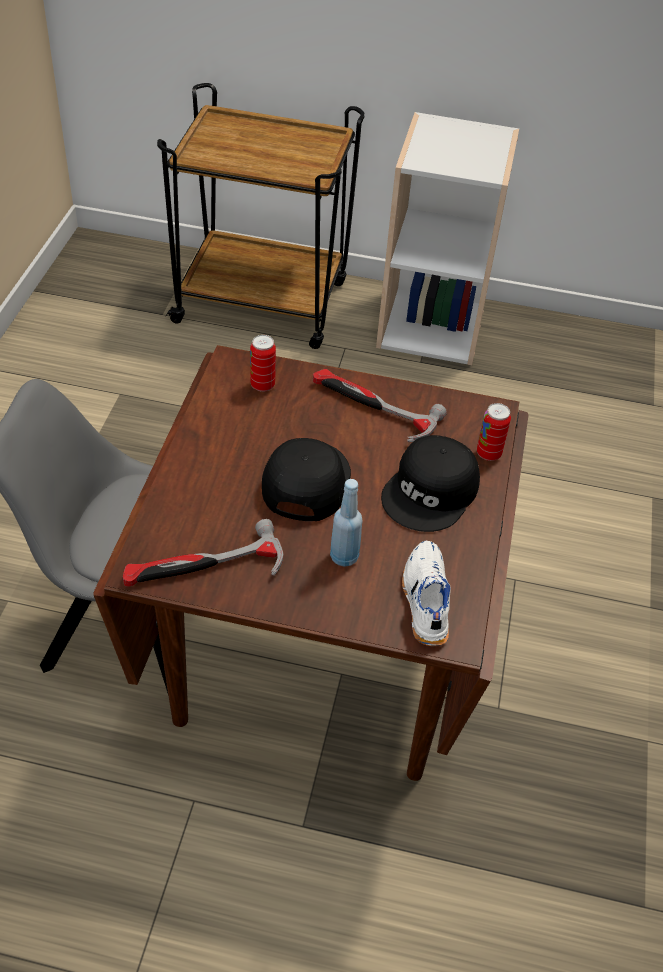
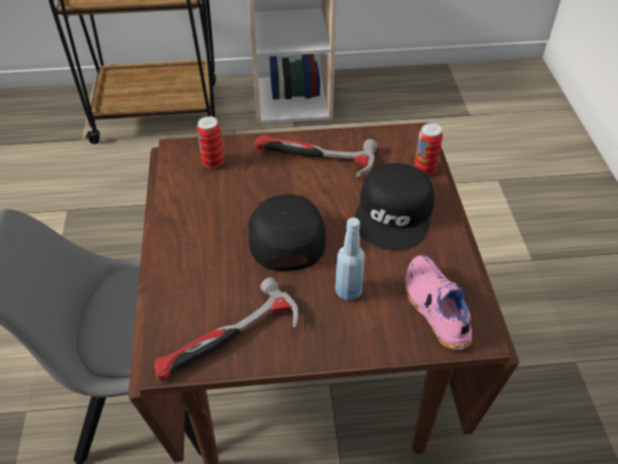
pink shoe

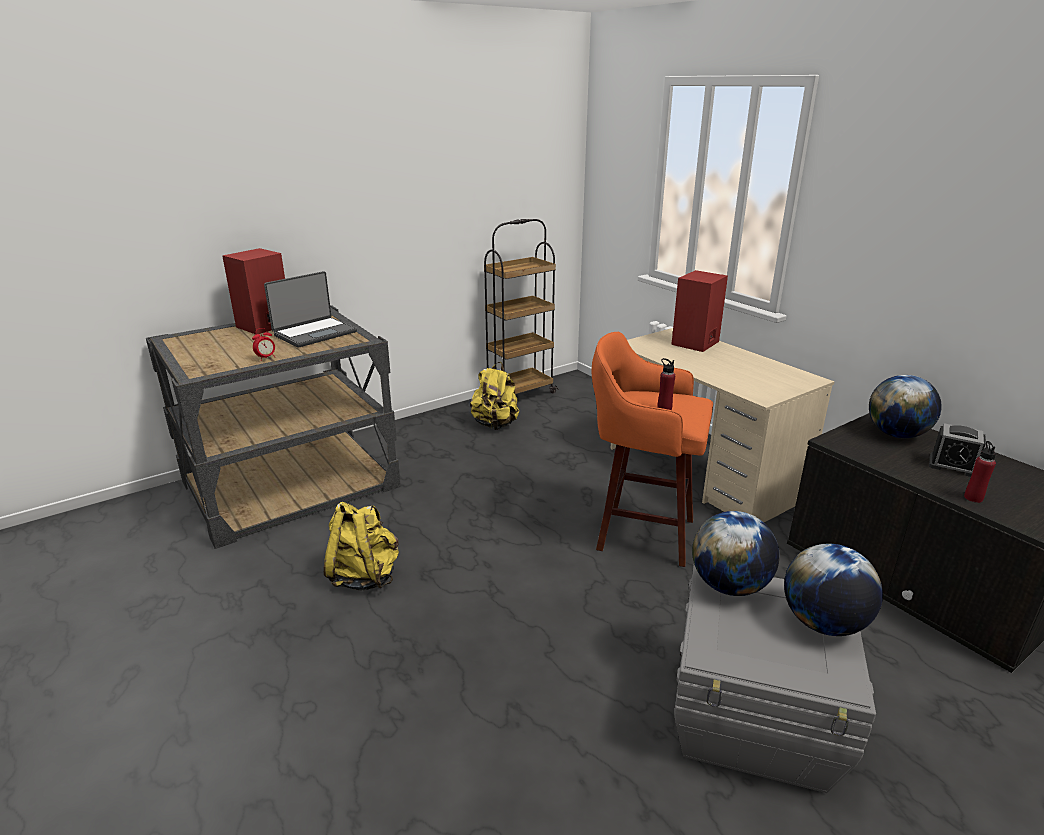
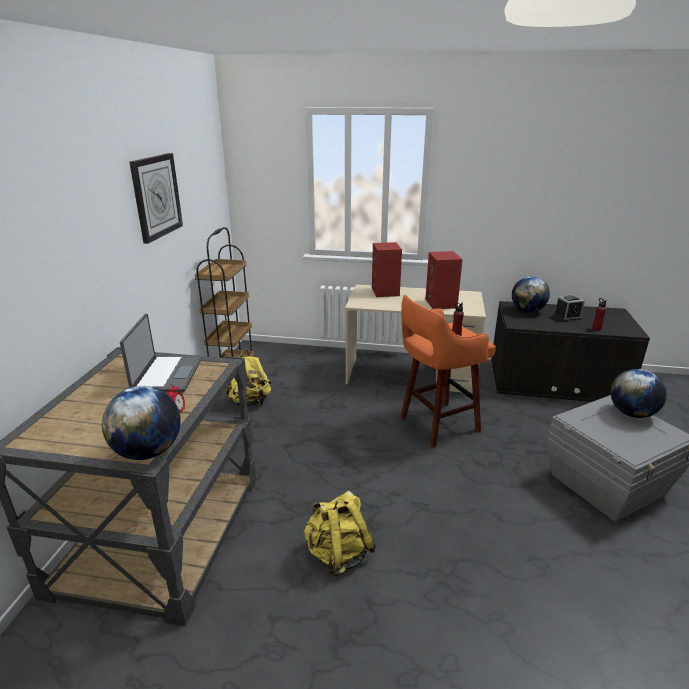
globe (no. 1 from left)
wall clock
red speaker (no. 2 from left)

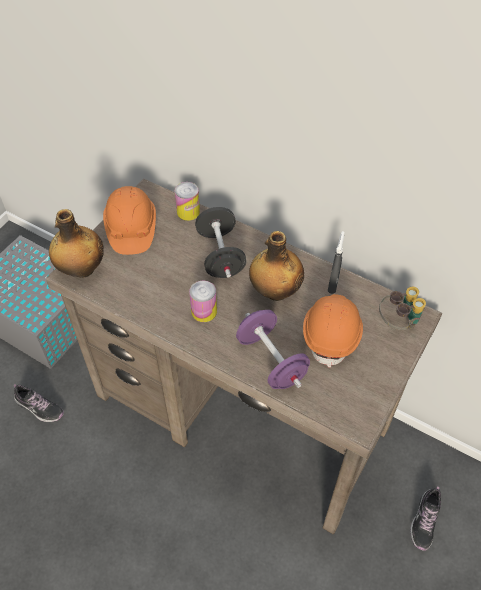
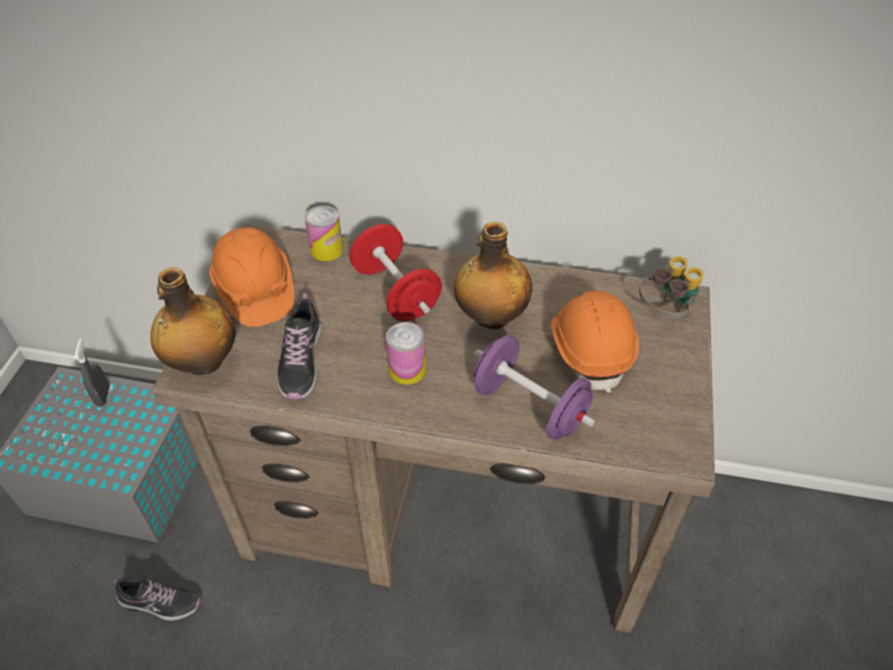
grey spray bottle
shoe (no. 2 from left)
red dumbbell

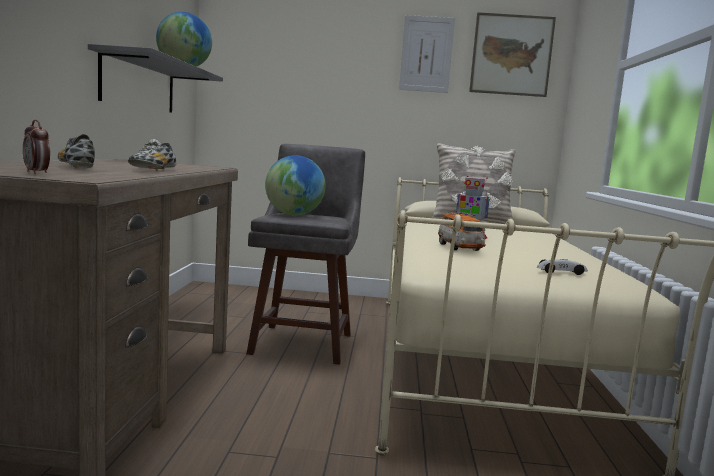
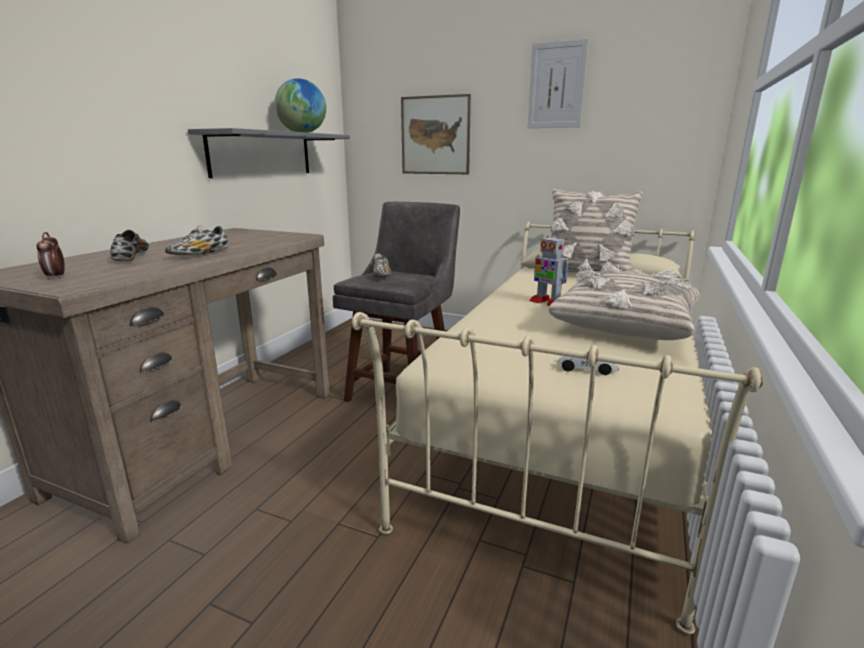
shoe (no. 3 from left)
picture (no. 1 from left)
beige pillow (no. 2 from left)
toy car (no. 1 from left in the first image)

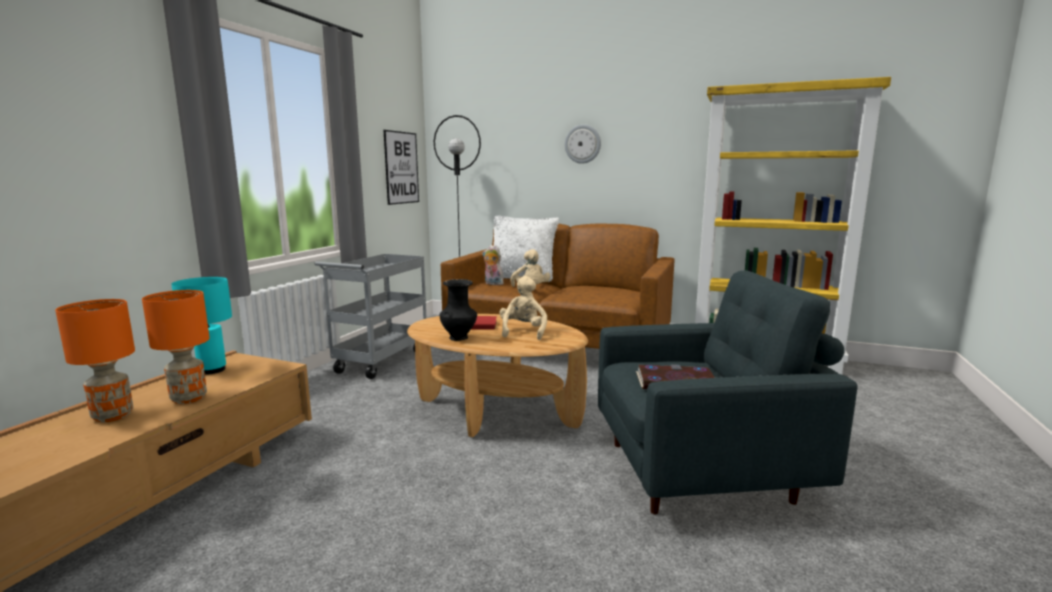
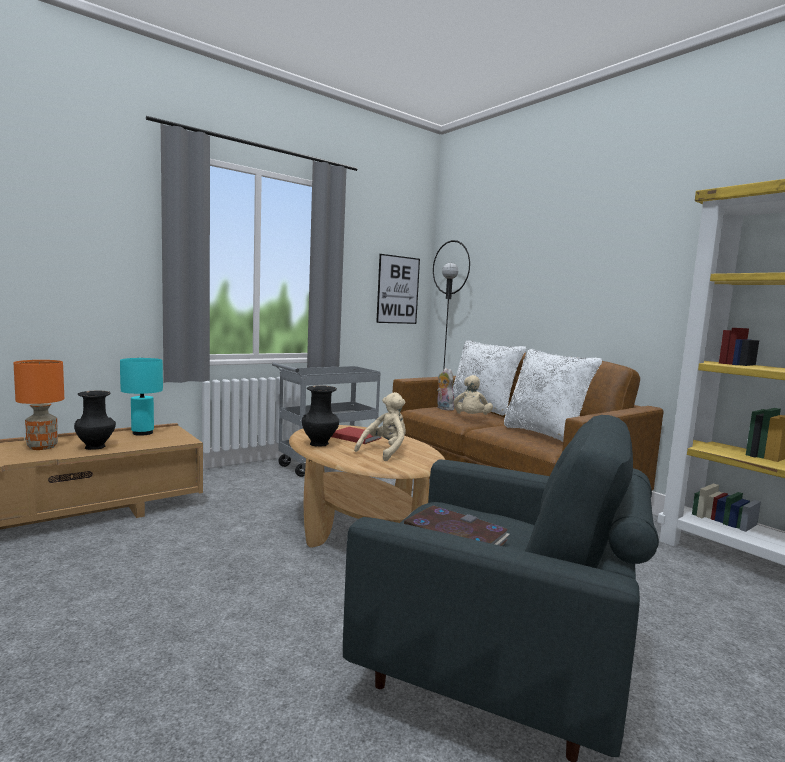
black vase (no. 1 from left)
white pillow (no. 2 from left)
wall clock

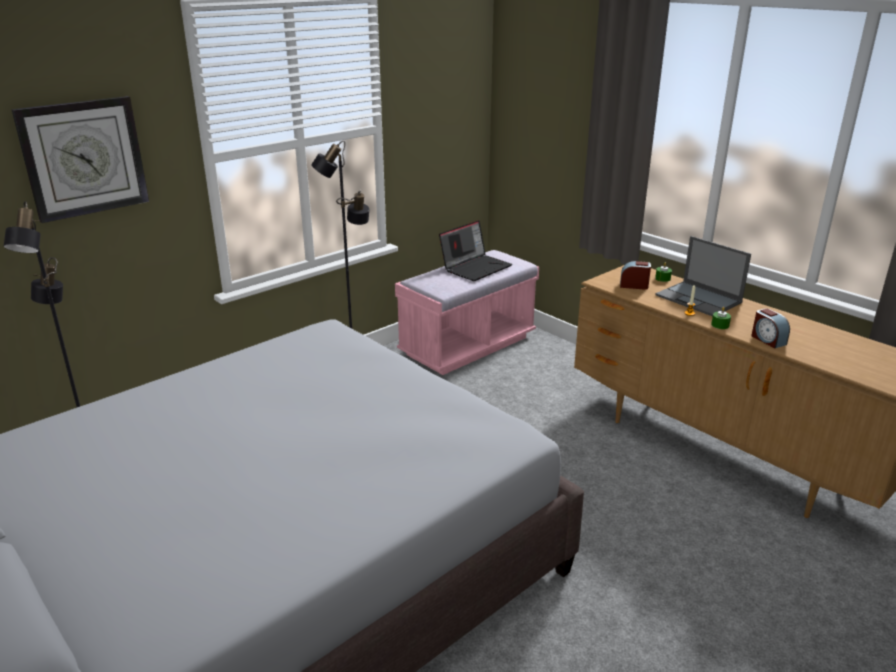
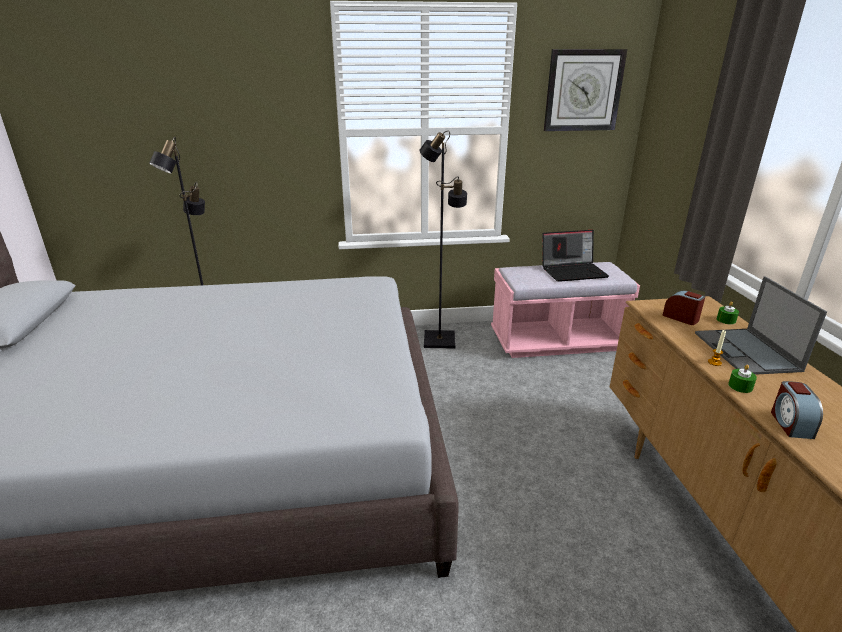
wall clock

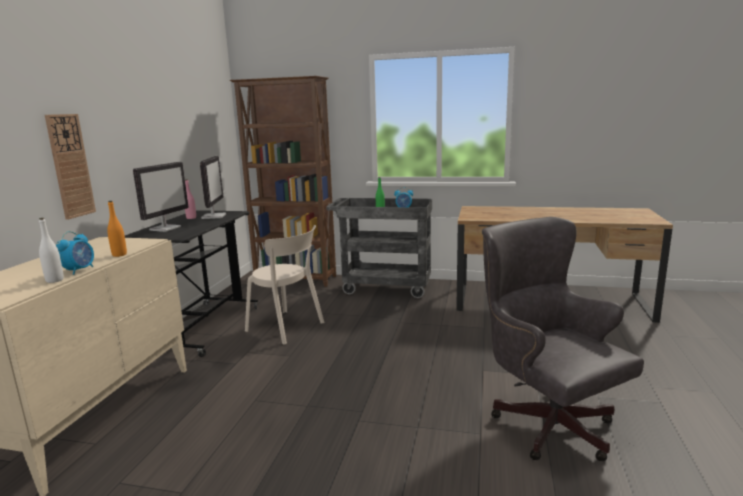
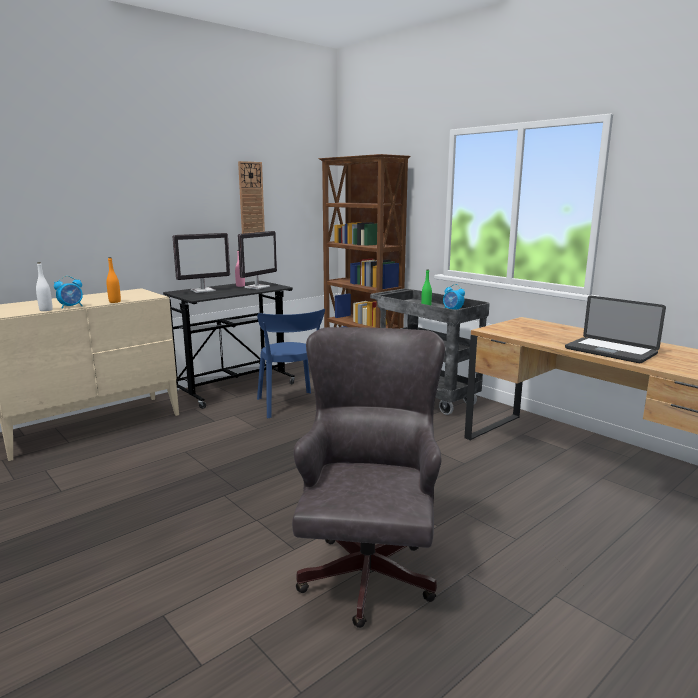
wall clock
blue chair
laptop

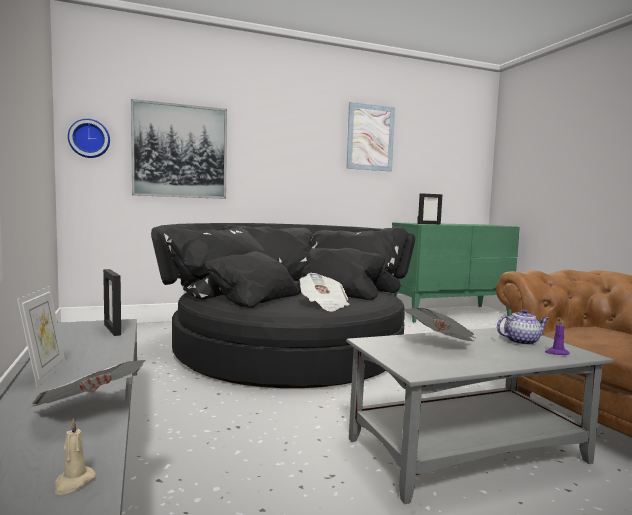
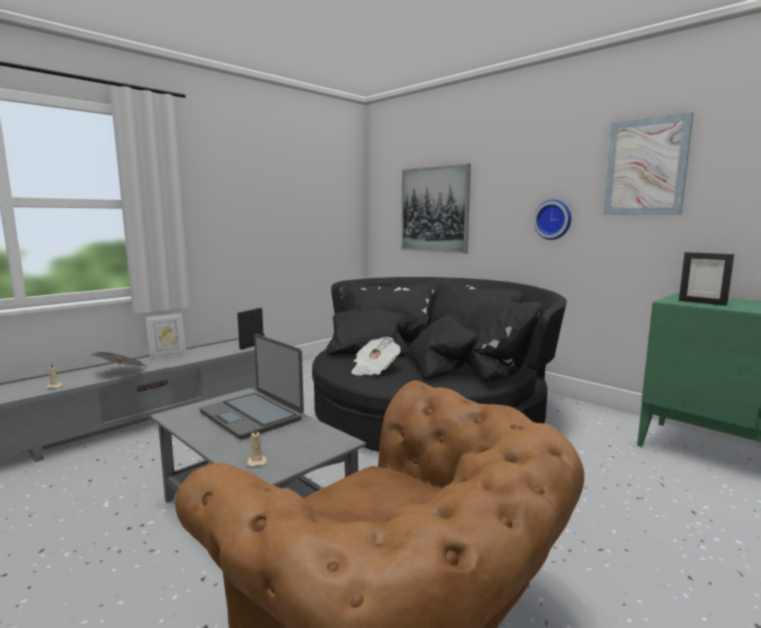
laptop
beige candle (no. 2 from left)
wall clock
teapot

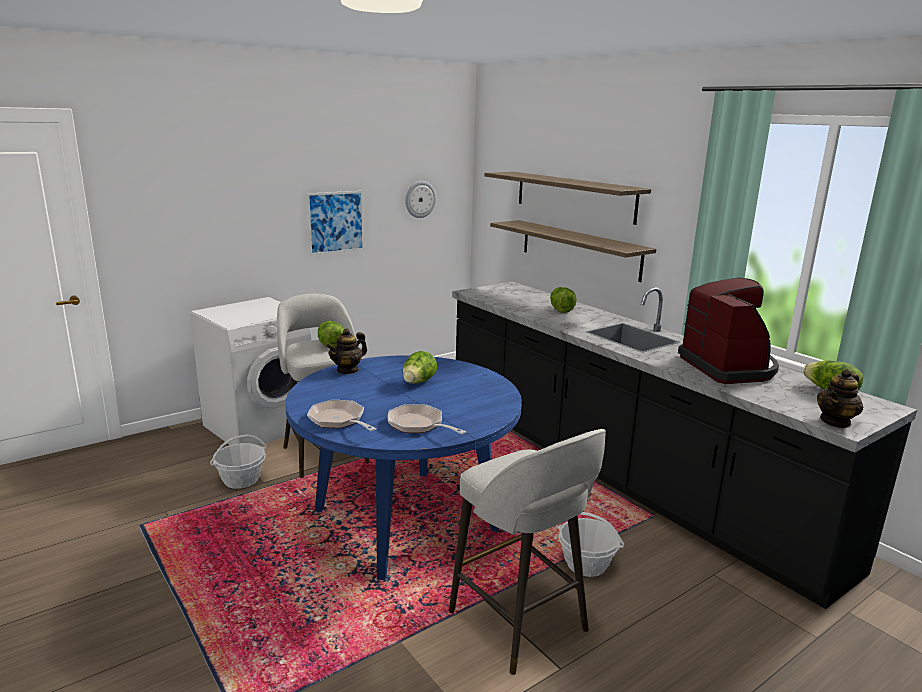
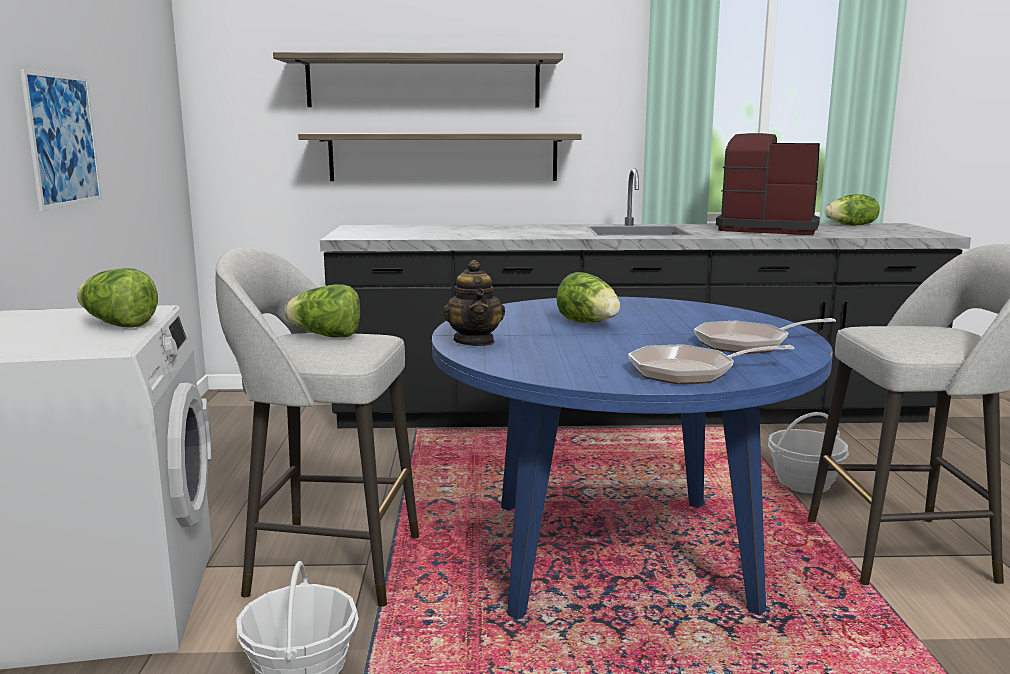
lettuce (no. 1 from left)
wall clock
teapot (no. 2 from left in the first image)

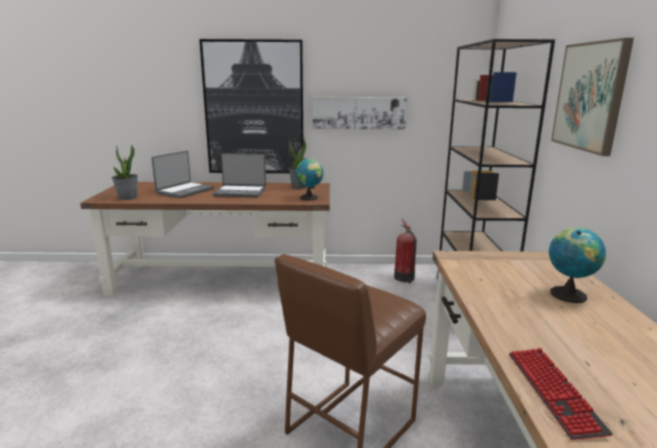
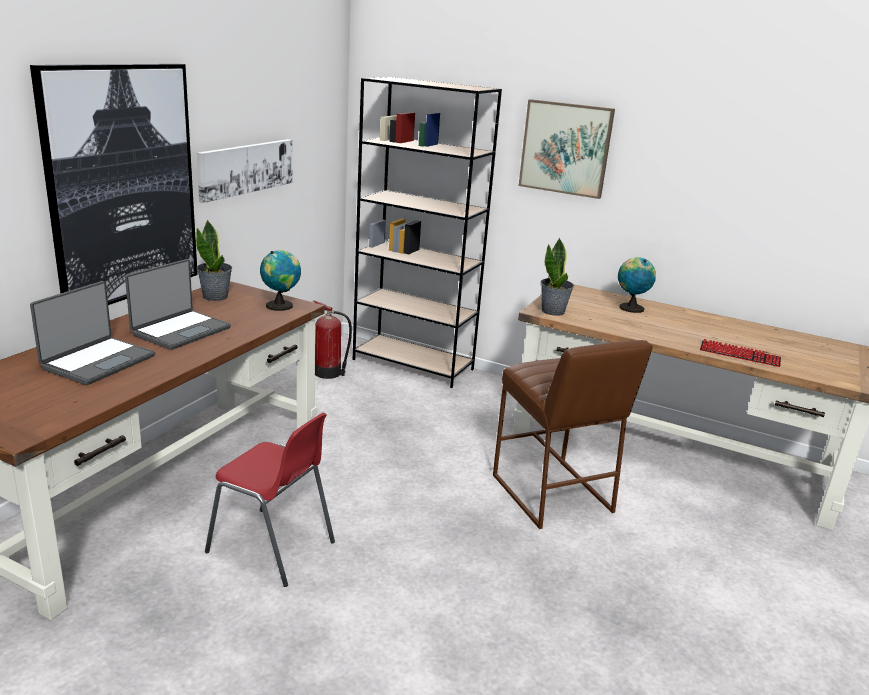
laptop (no. 1 from left)
red chair
potted plant (no. 2 from left)

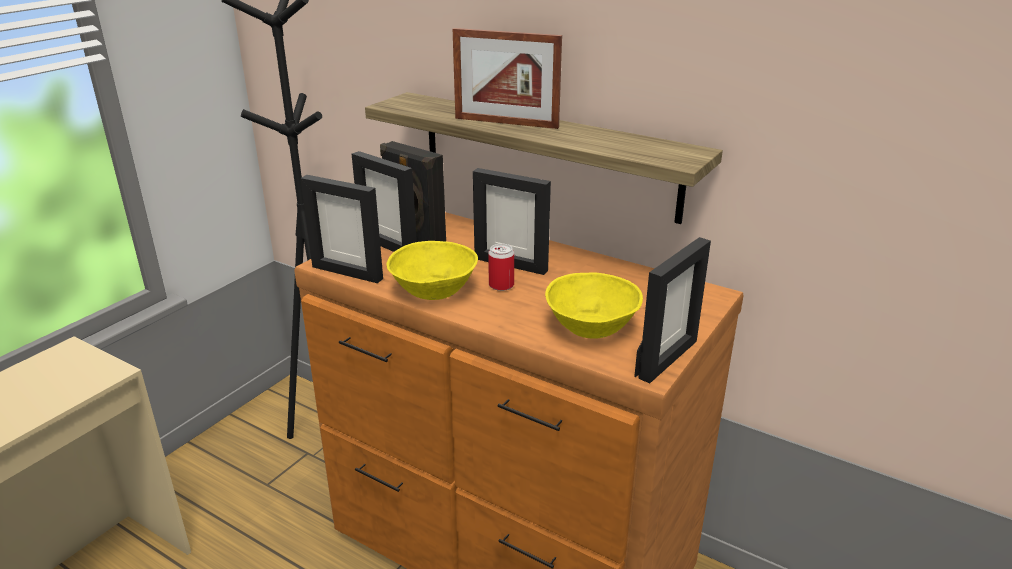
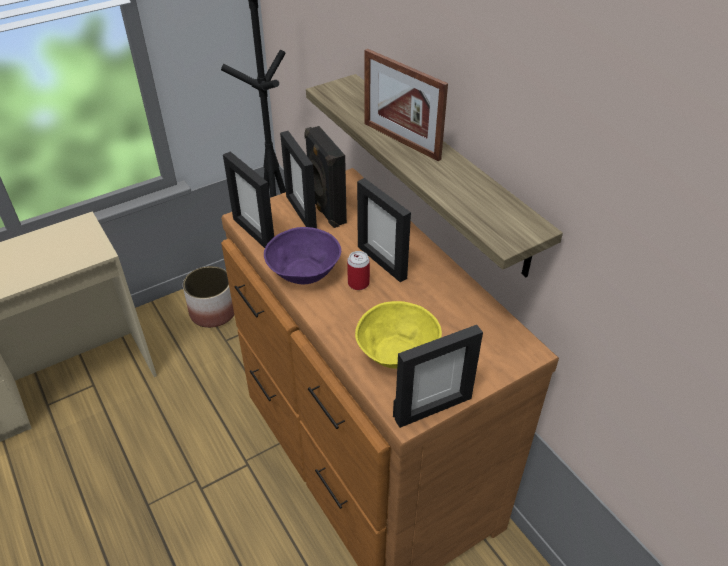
planter
purple bowl

